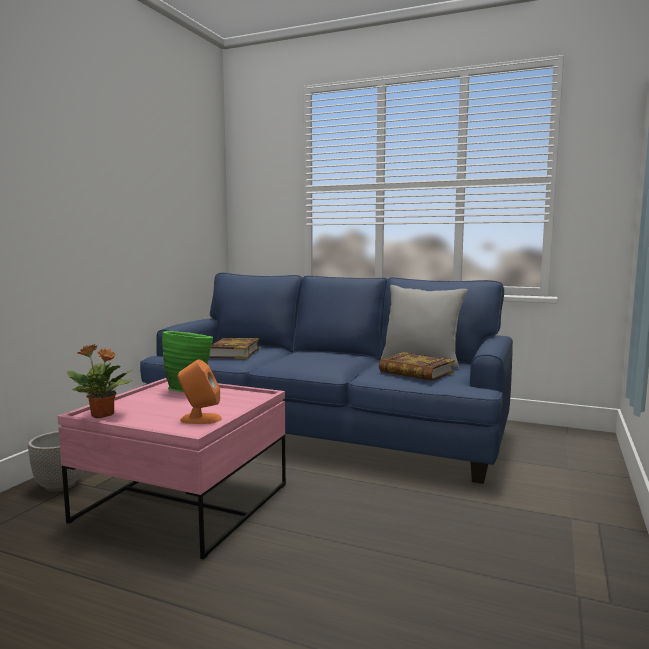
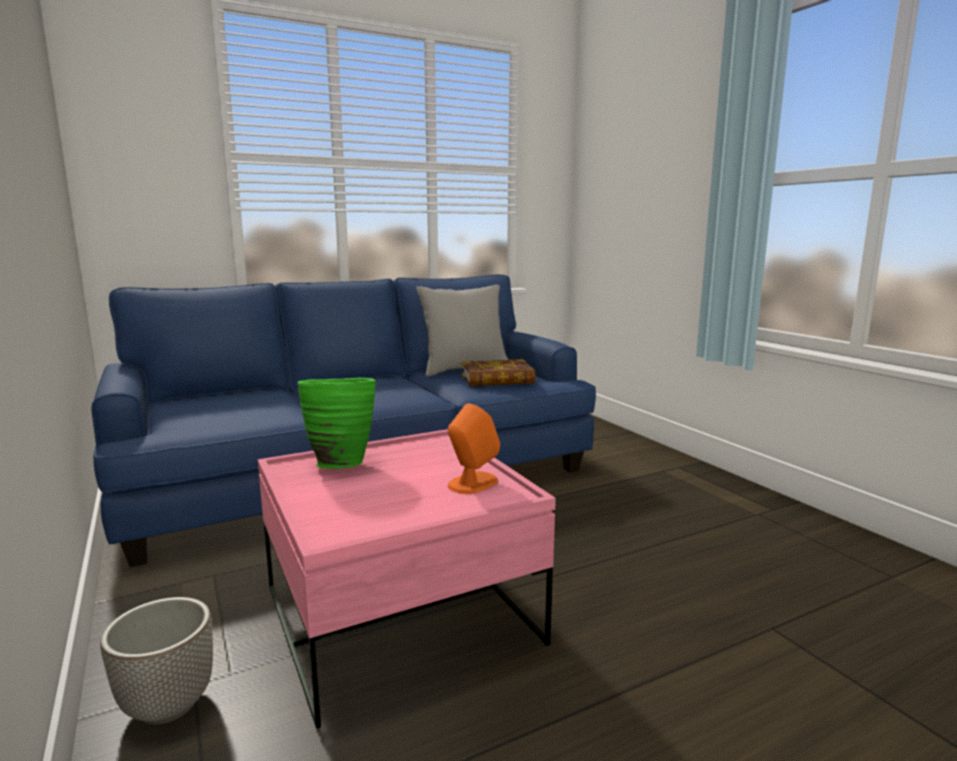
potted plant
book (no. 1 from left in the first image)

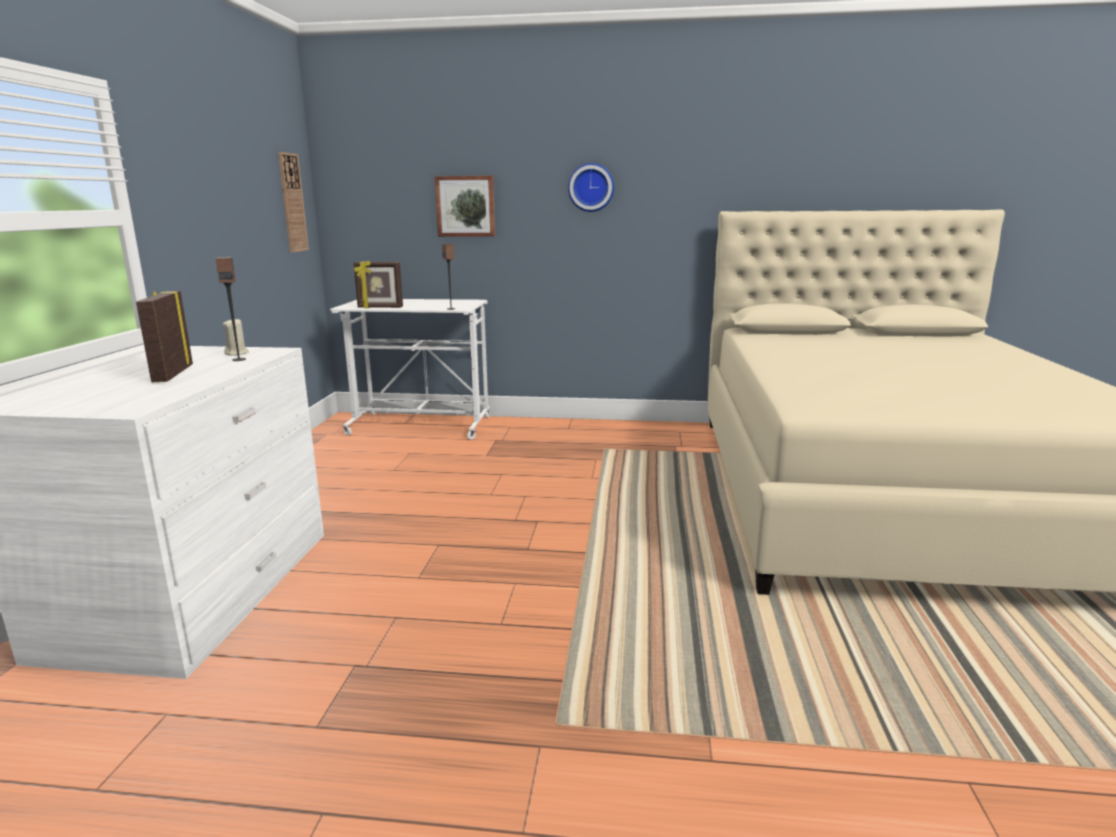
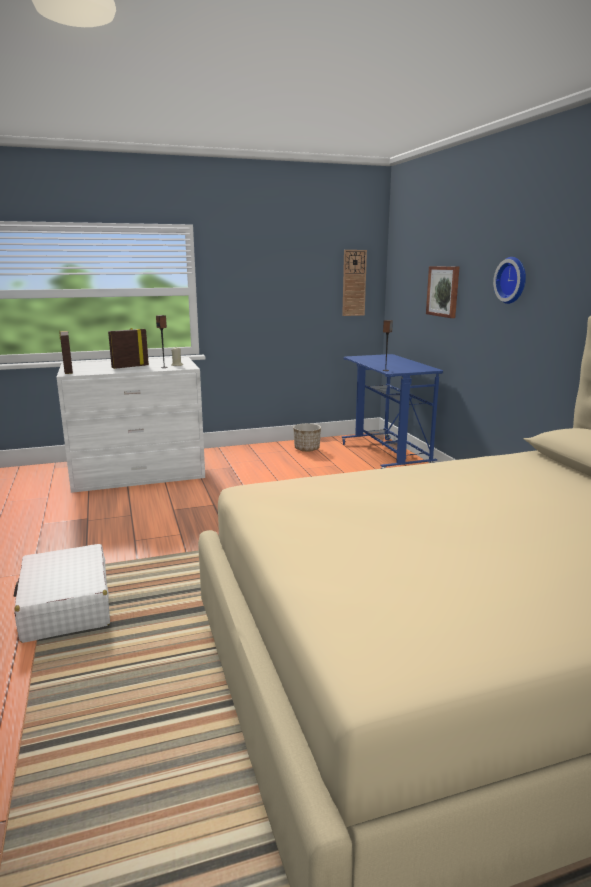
white suitcase
picture frame (no. 1 from left)
planter
blue desk

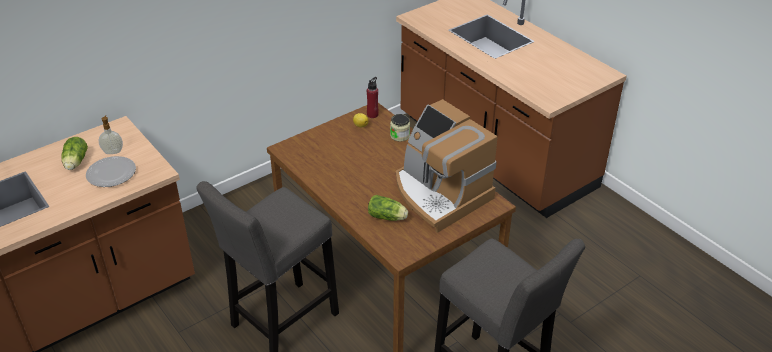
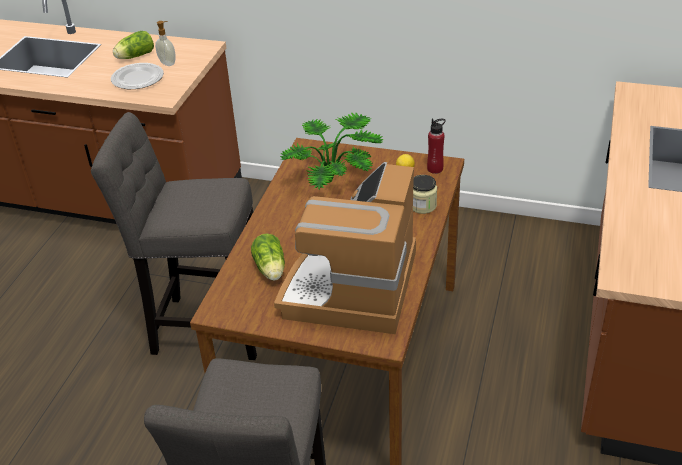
potted plant

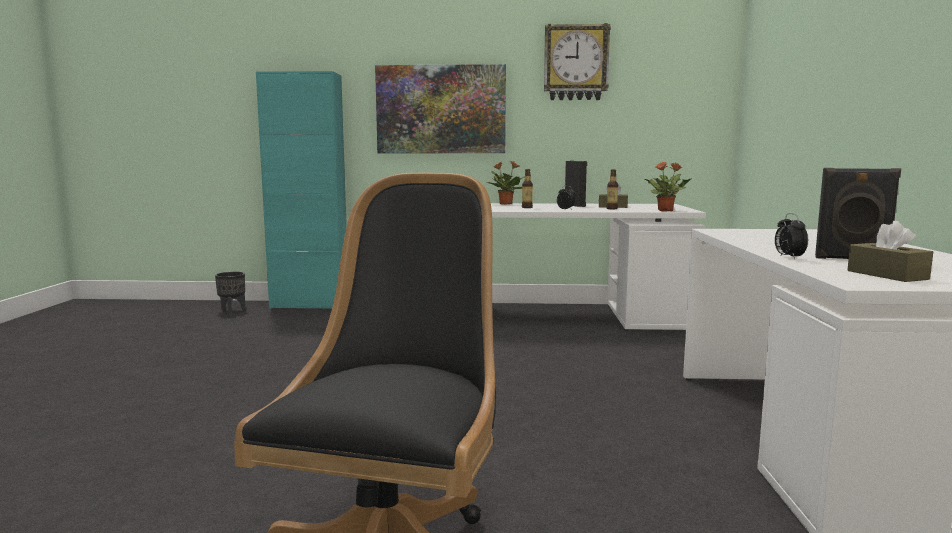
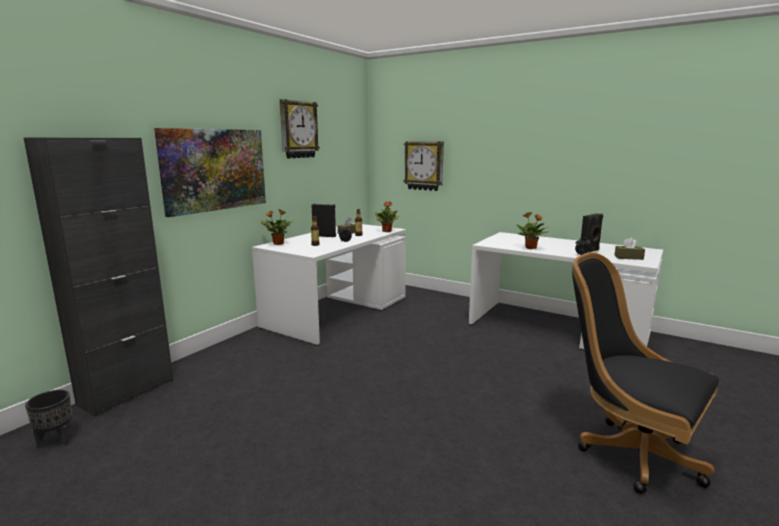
black cabinet
wall clock (no. 2 from left)
potted plant (no. 3 from left)

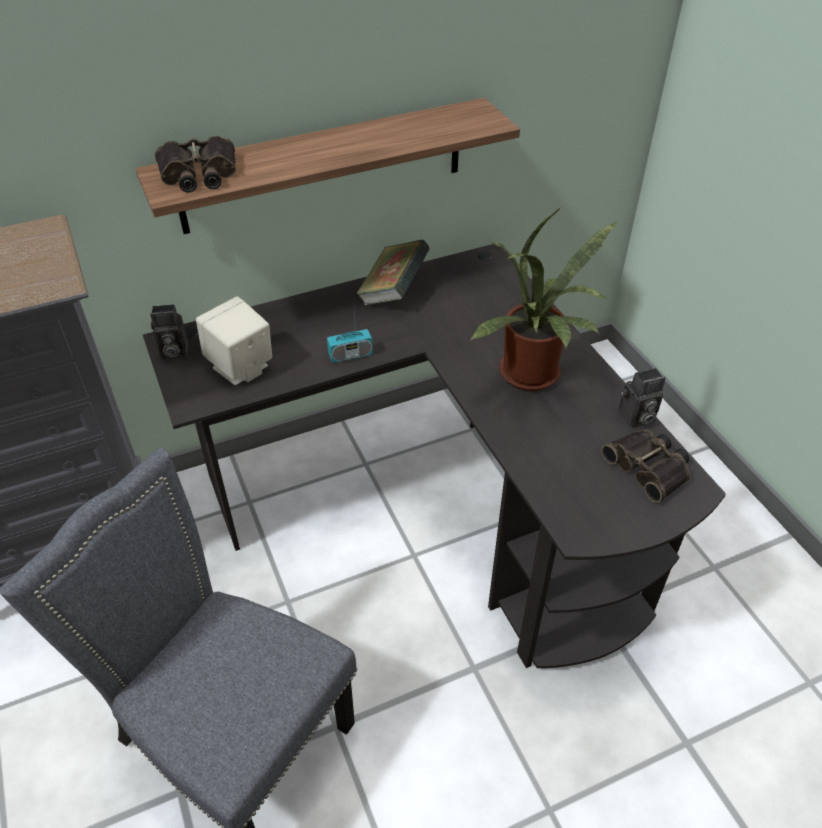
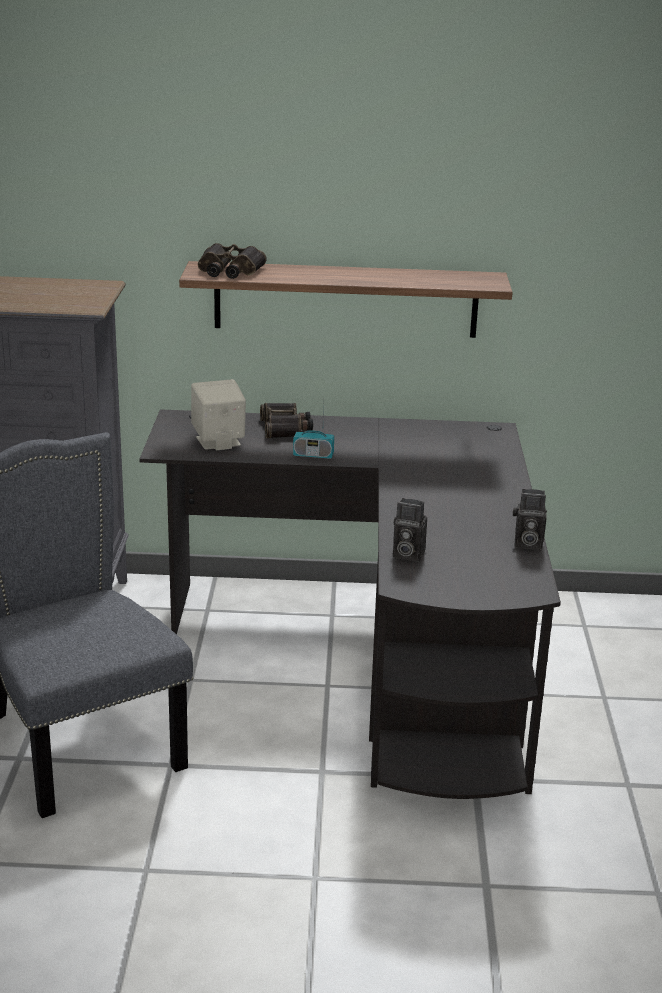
binoculars (no. 2 from left)
photo camera (no. 1 from left)
book
potted plant

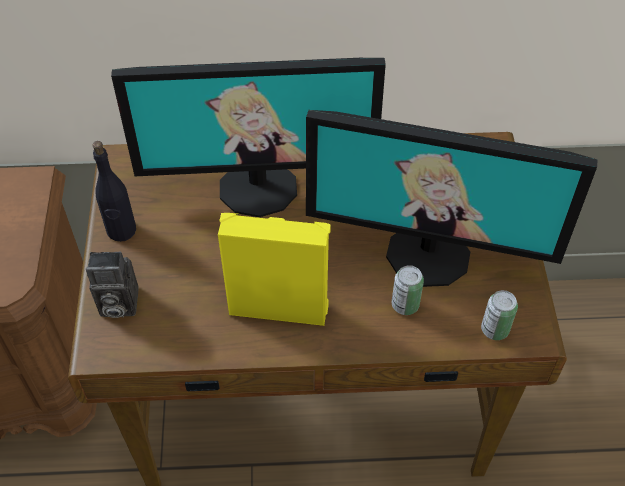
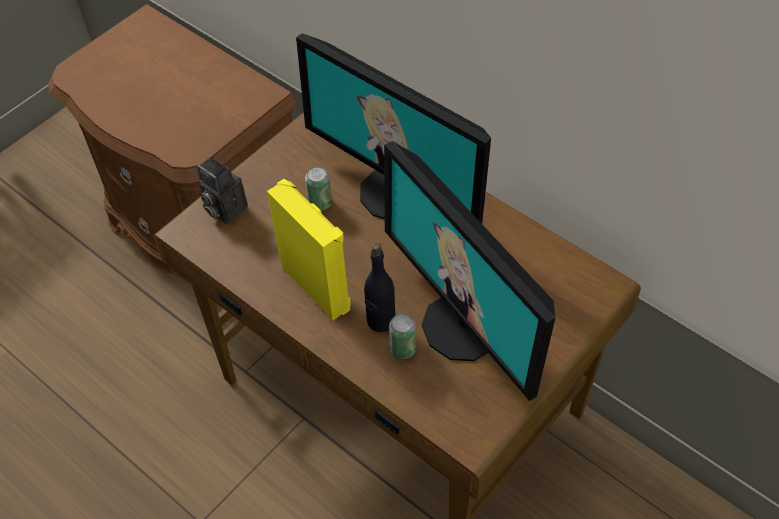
can (no. 1 from left)
black bottle

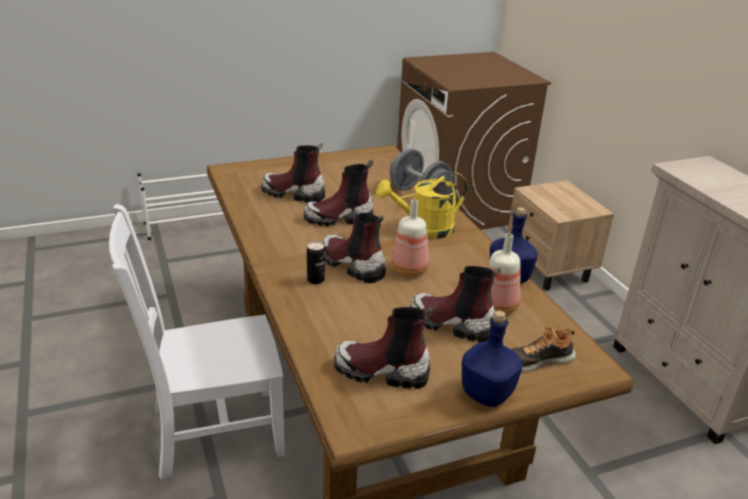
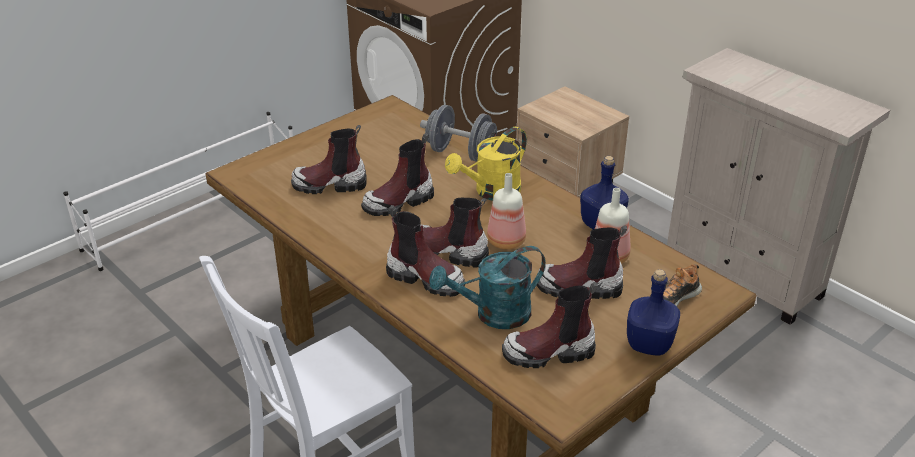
boot (no. 3 from left)
turquoise watering can

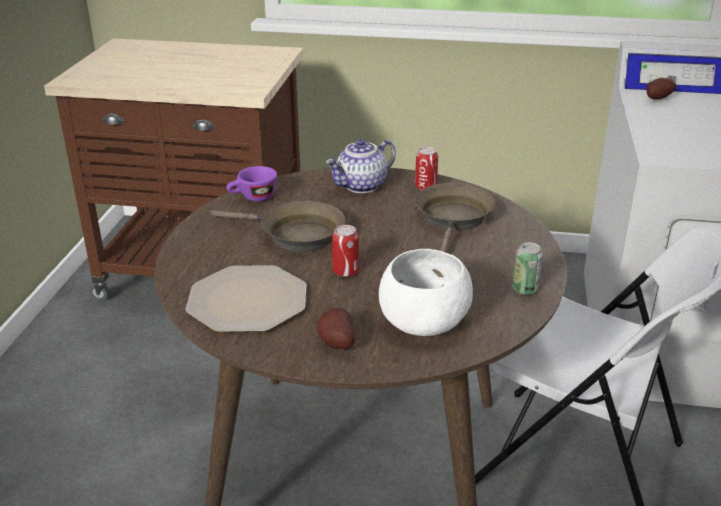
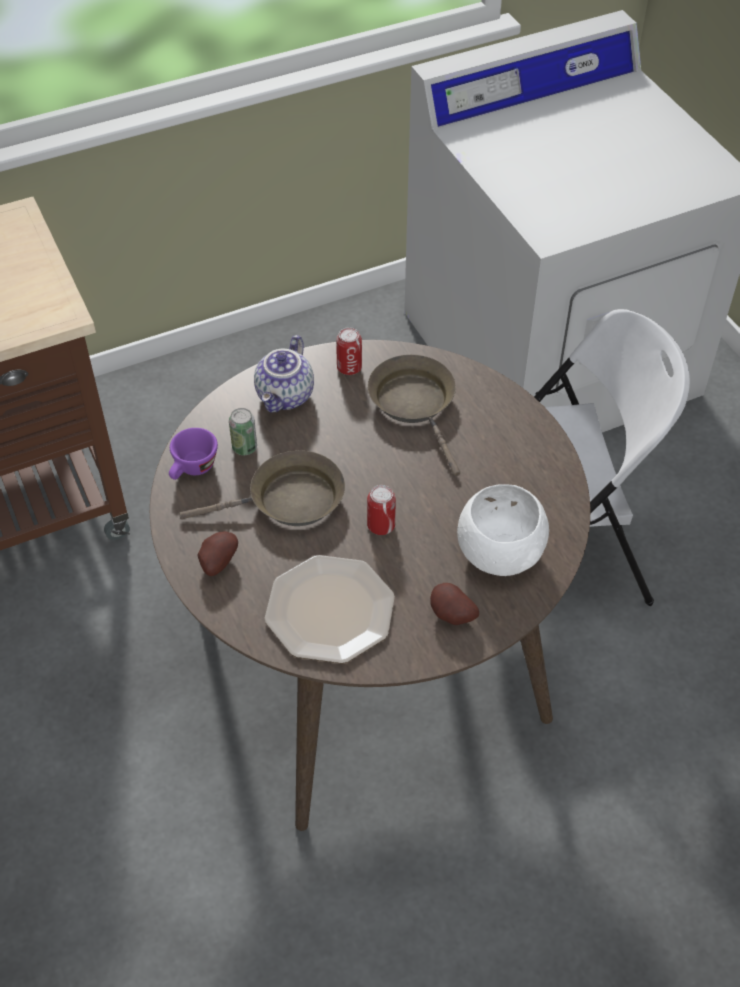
potato (no. 1 from left)
can (no. 1 from left)

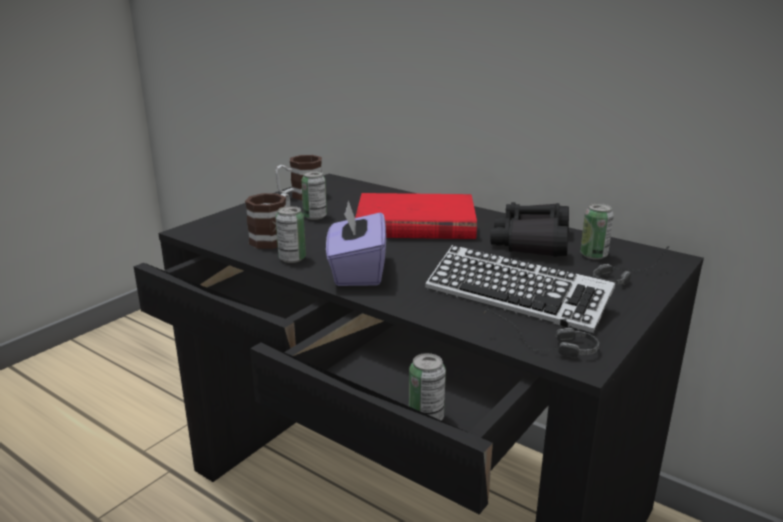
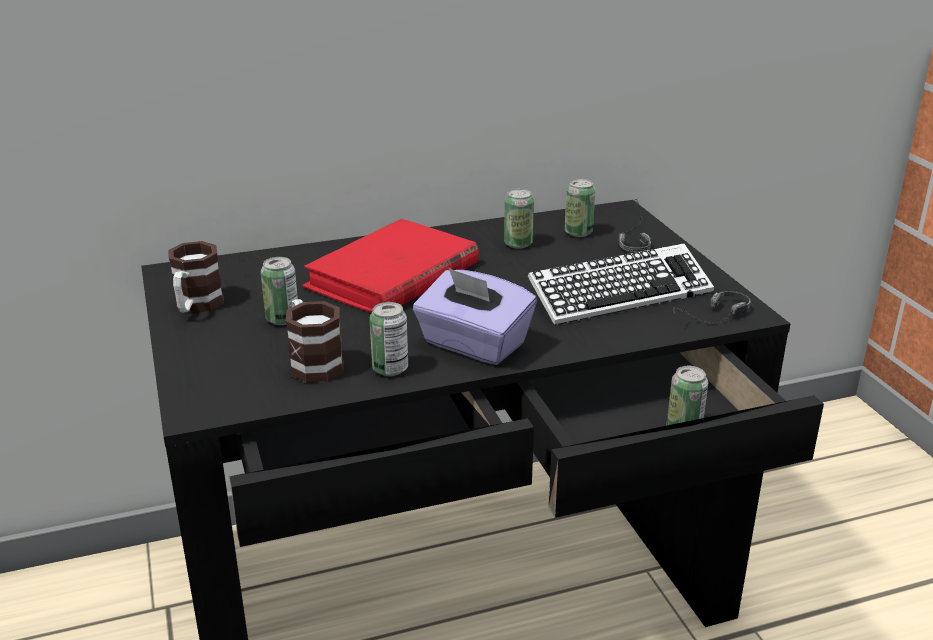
can (no. 3 from left)

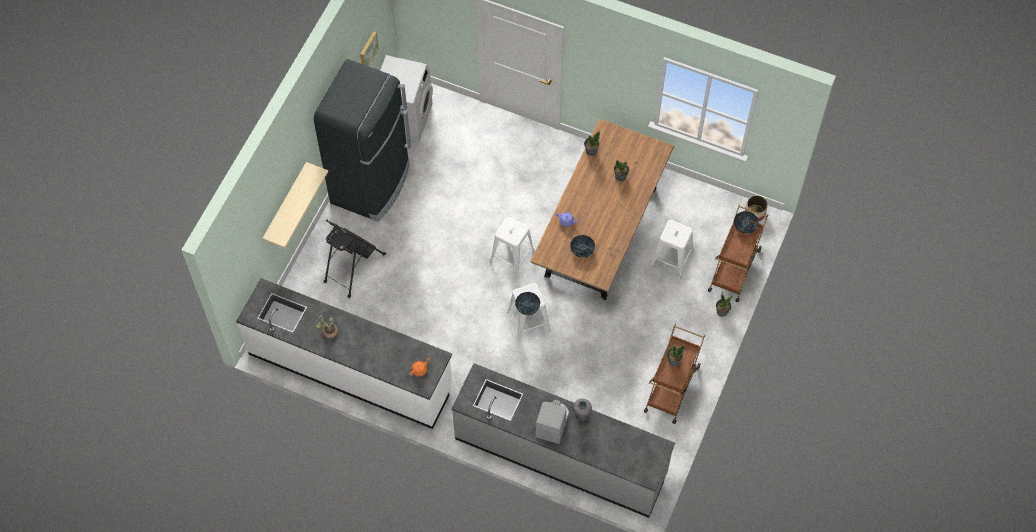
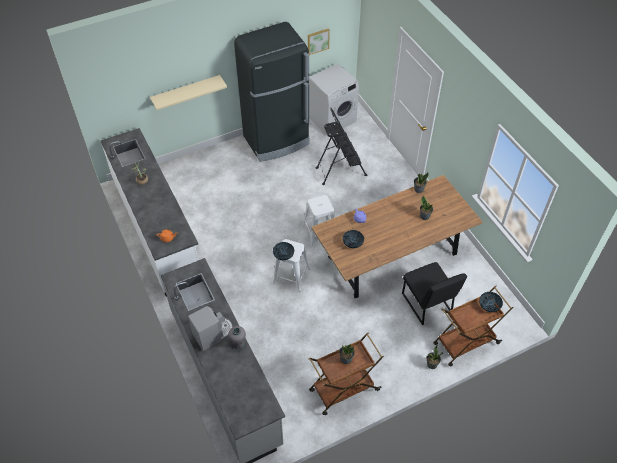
step ladder
black chair
planter

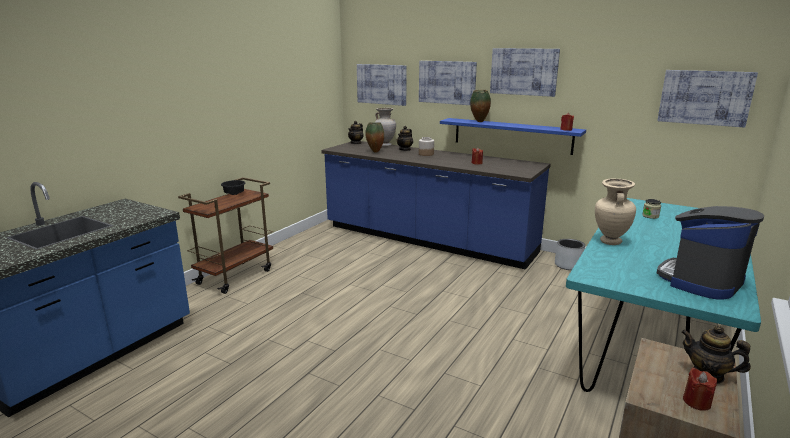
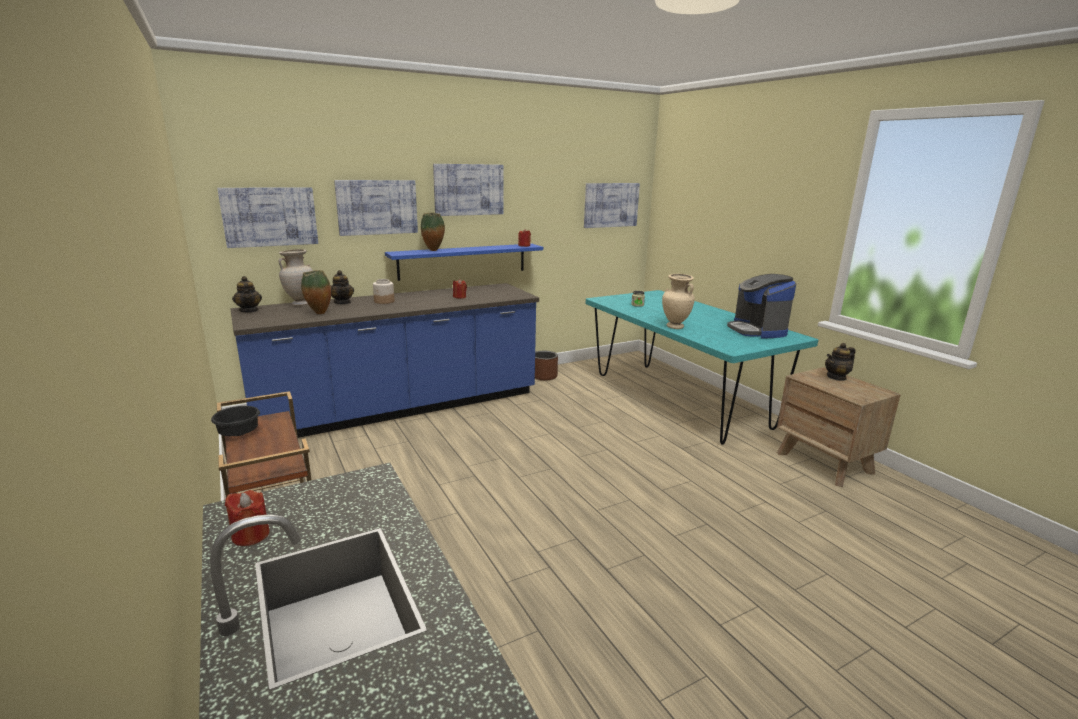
red candle (no. 1 from left)
brown planter

